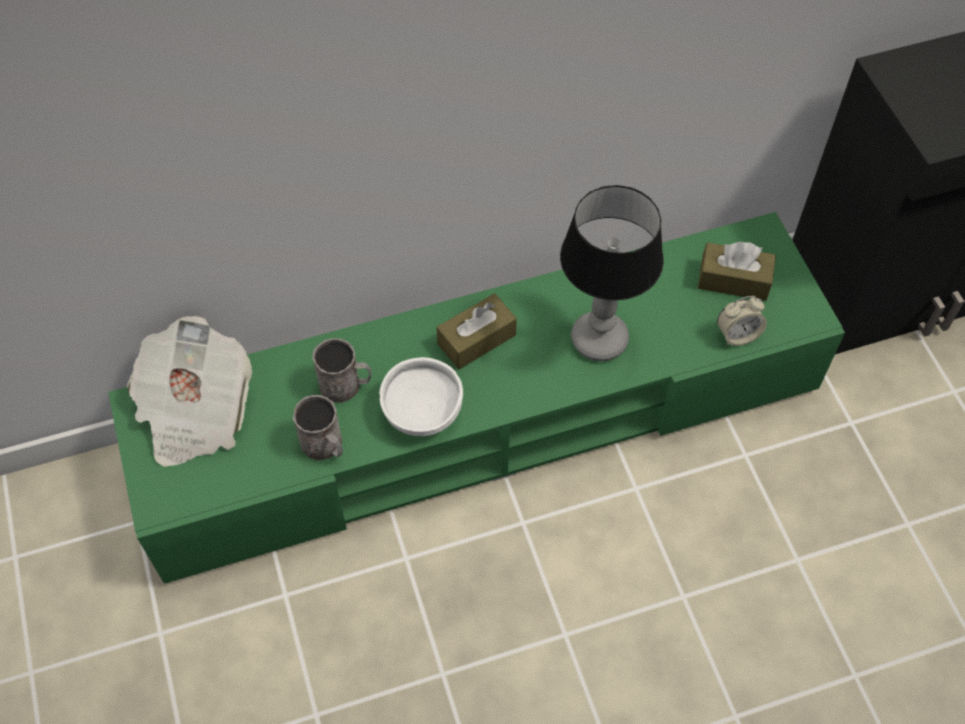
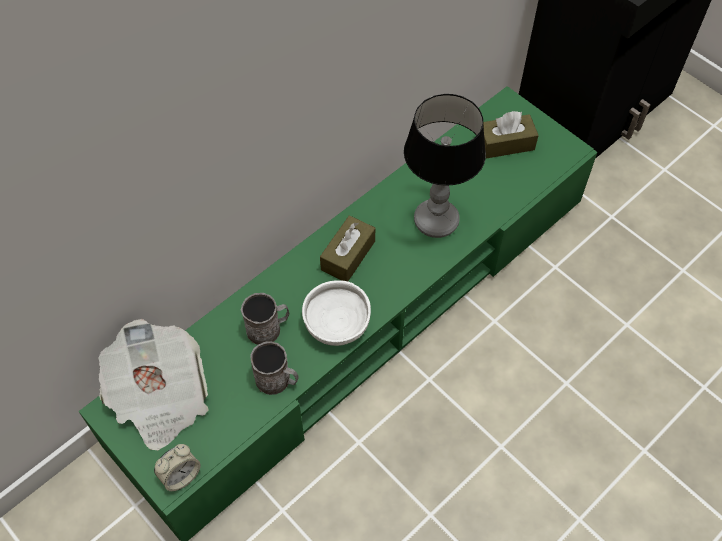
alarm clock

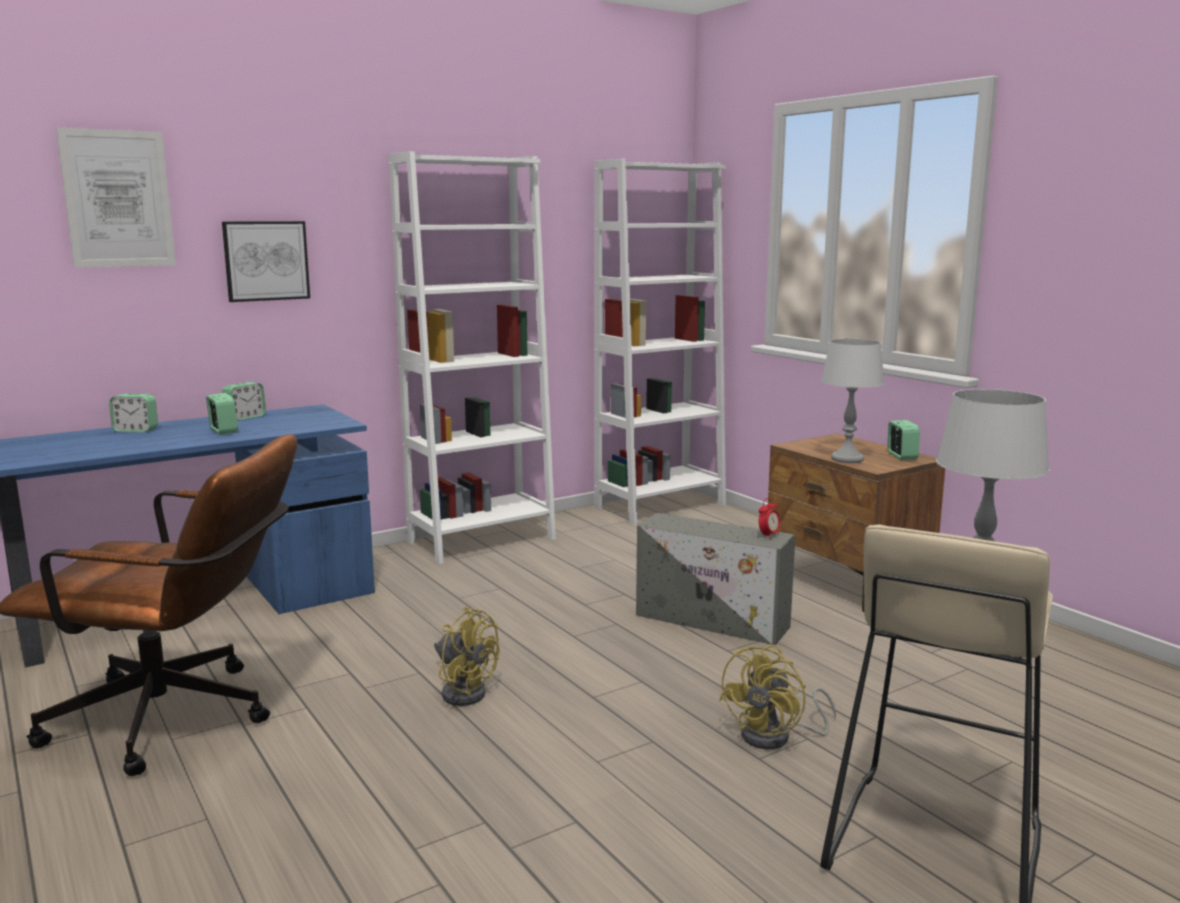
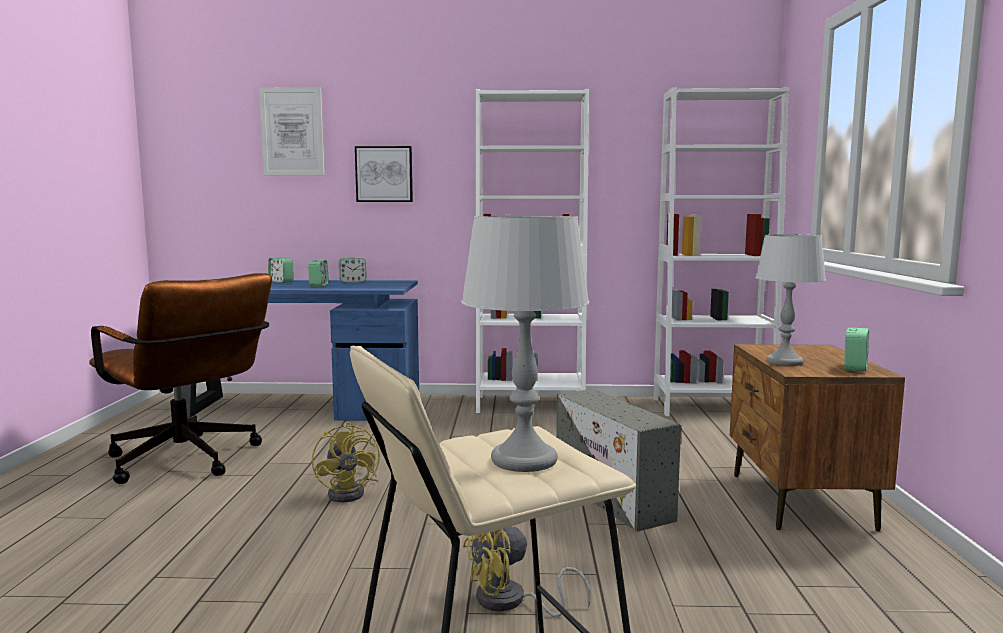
alarm clock (no. 4 from left in the first image)

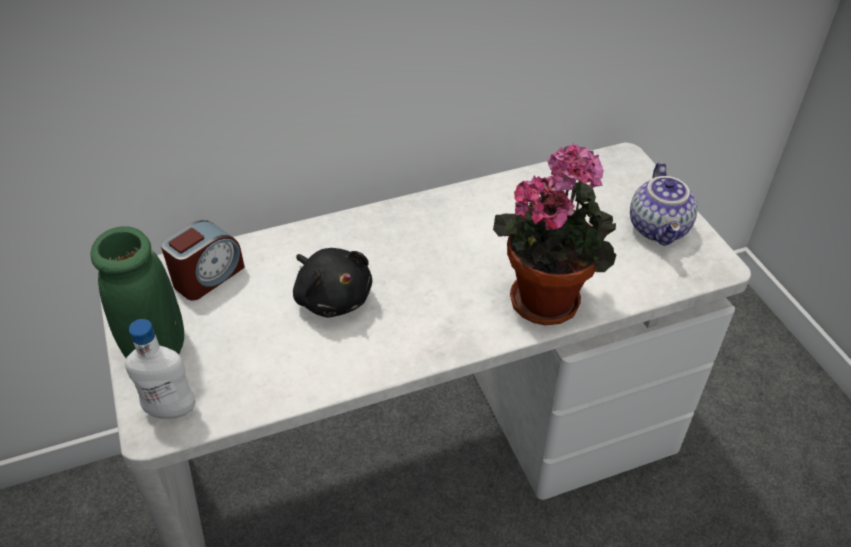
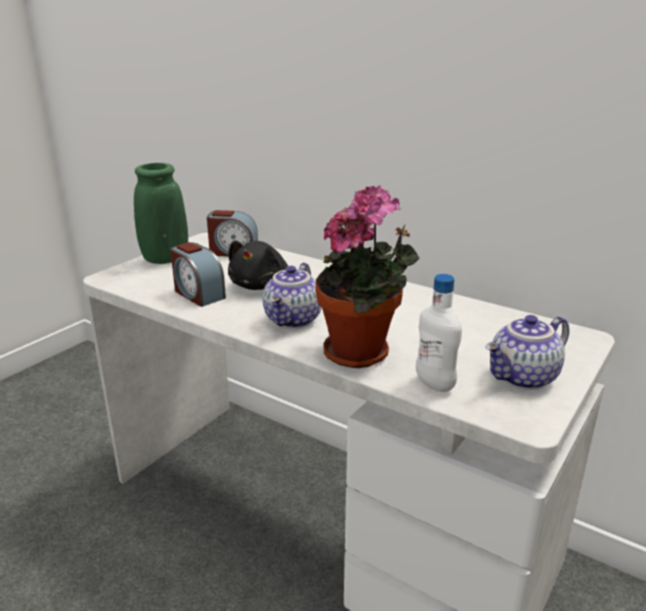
alarm clock (no. 1 from left); teapot (no. 1 from left); white bottle

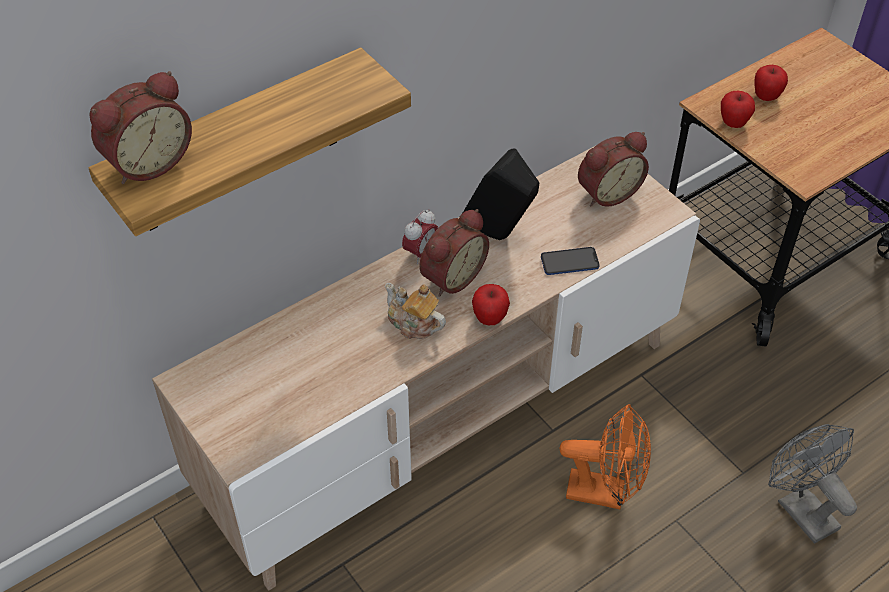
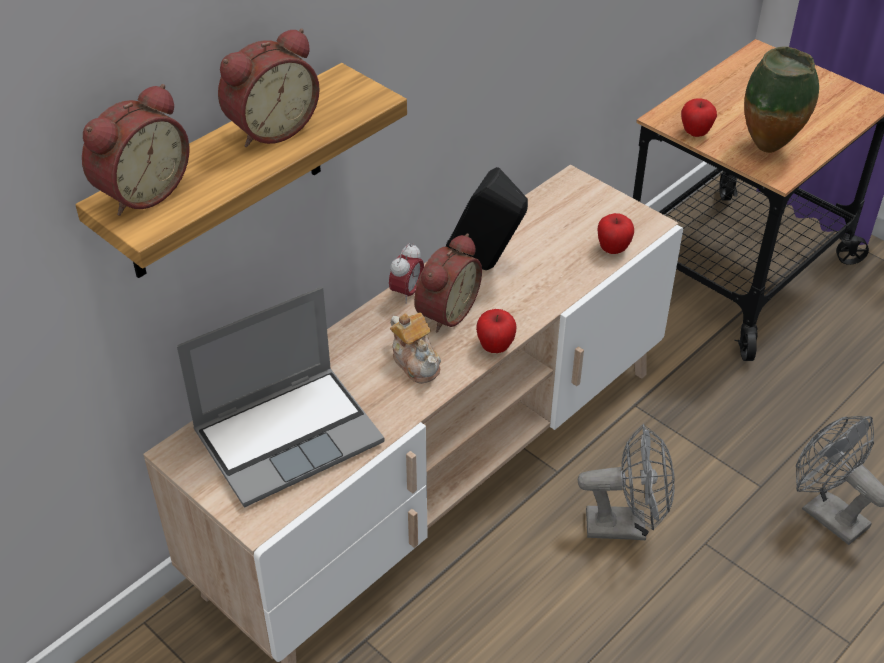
phone; laptop; vase; alarm clock (no. 2 from left); apple (no. 2 from left); grey fan (no. 1 from left); teapot

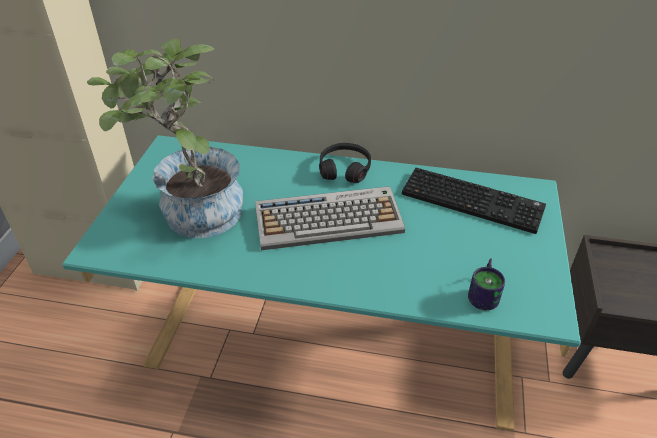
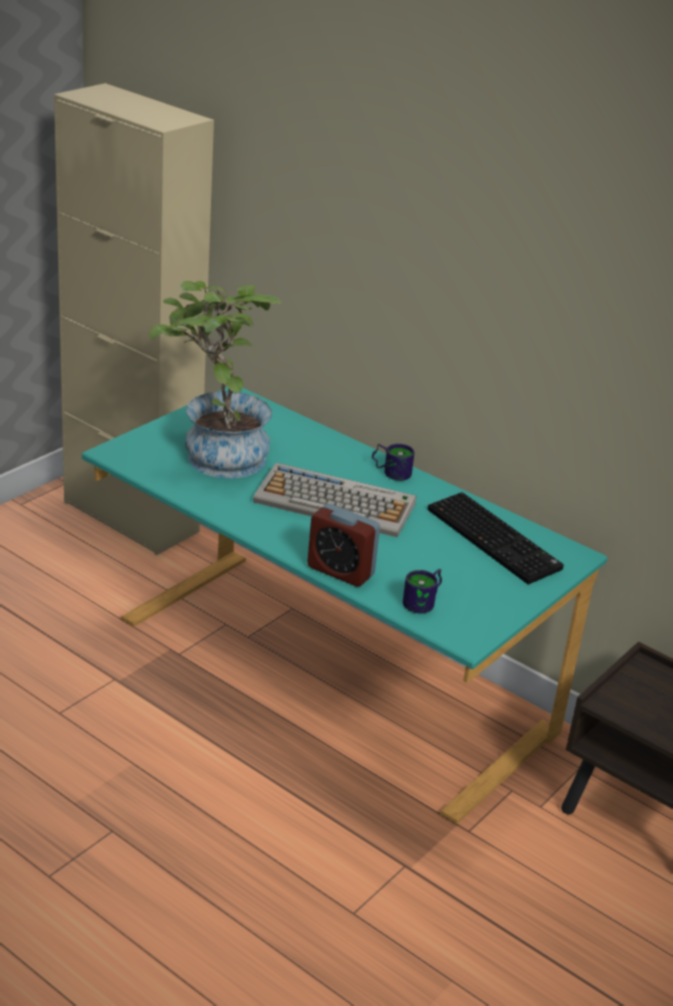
alarm clock; mug (no. 1 from left)

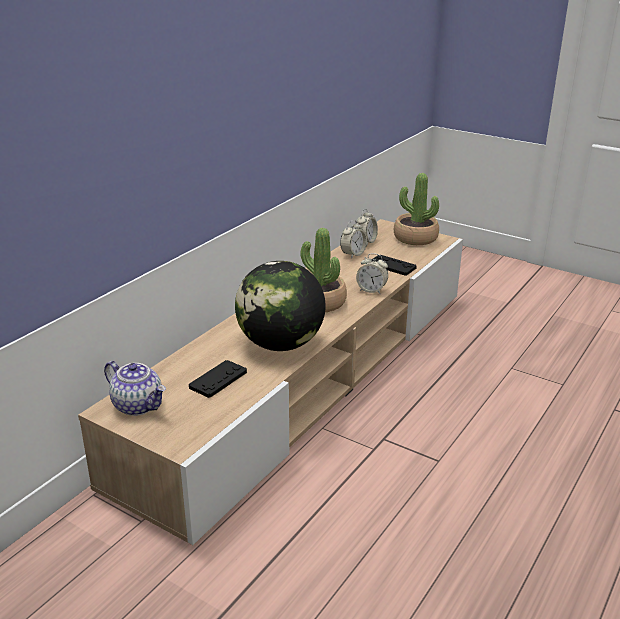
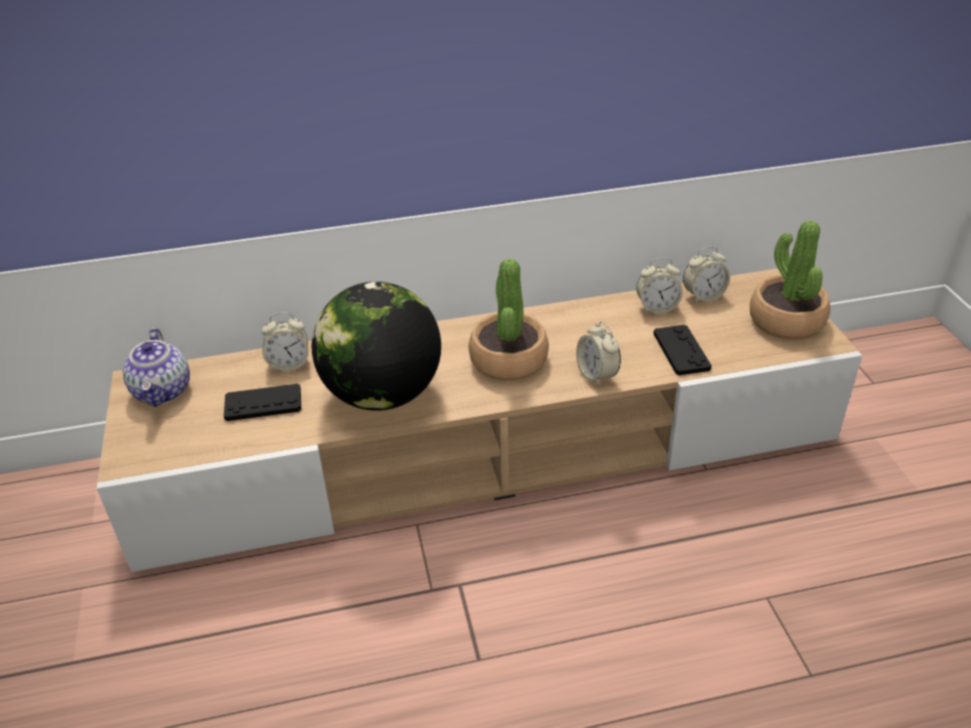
alarm clock (no. 1 from left)

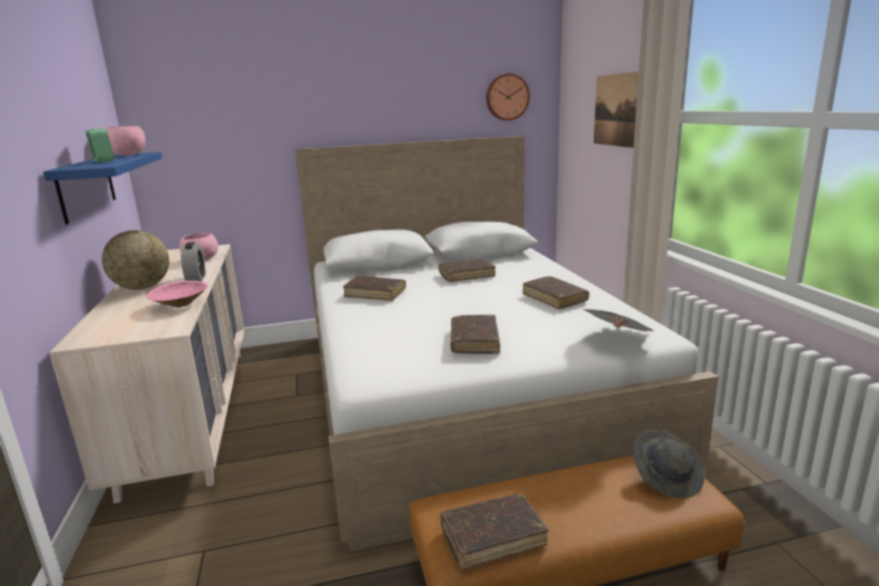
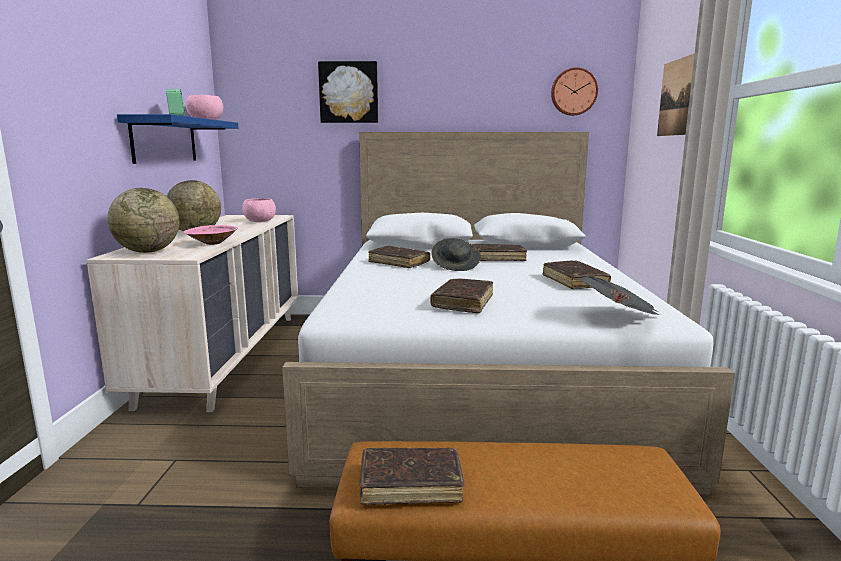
alarm clock (no. 2 from left in the first image); globe (no. 1 from left); picture (no. 1 from left); grey hat

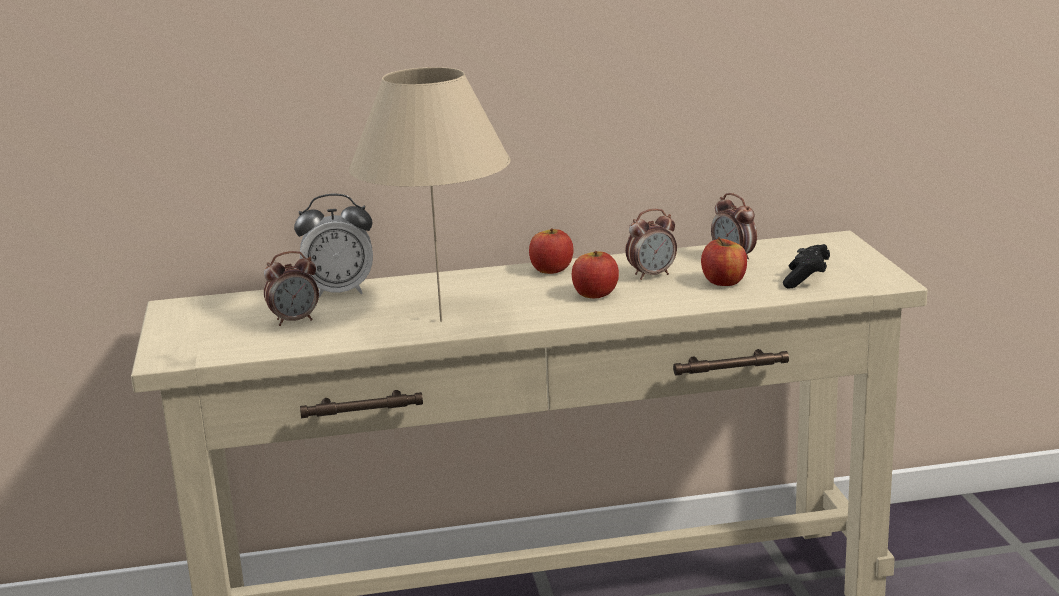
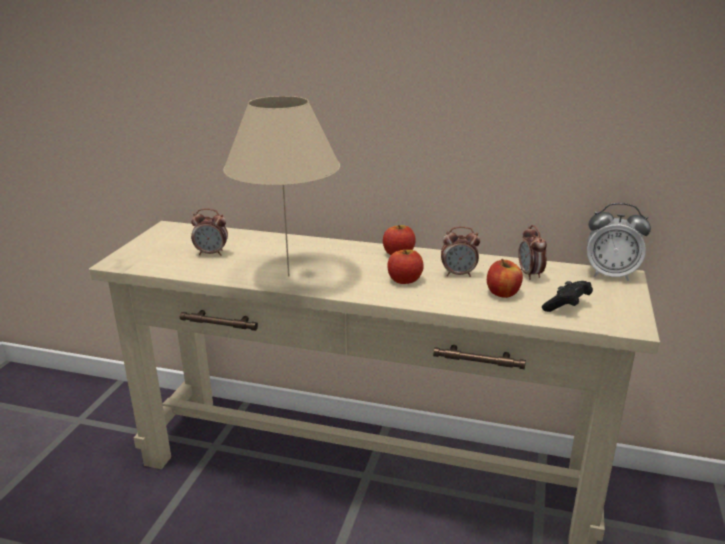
alarm clock (no. 4 from left)

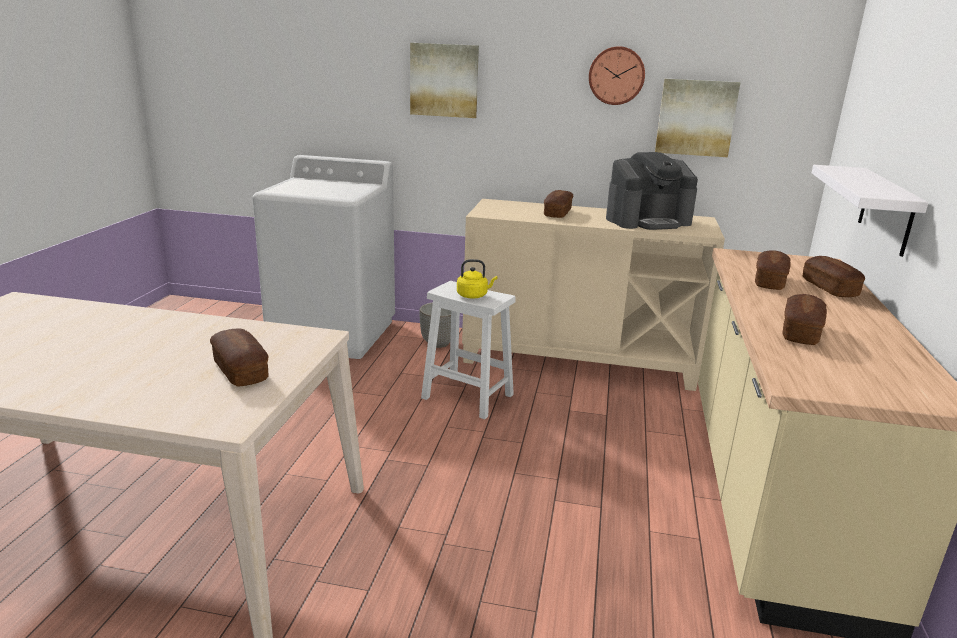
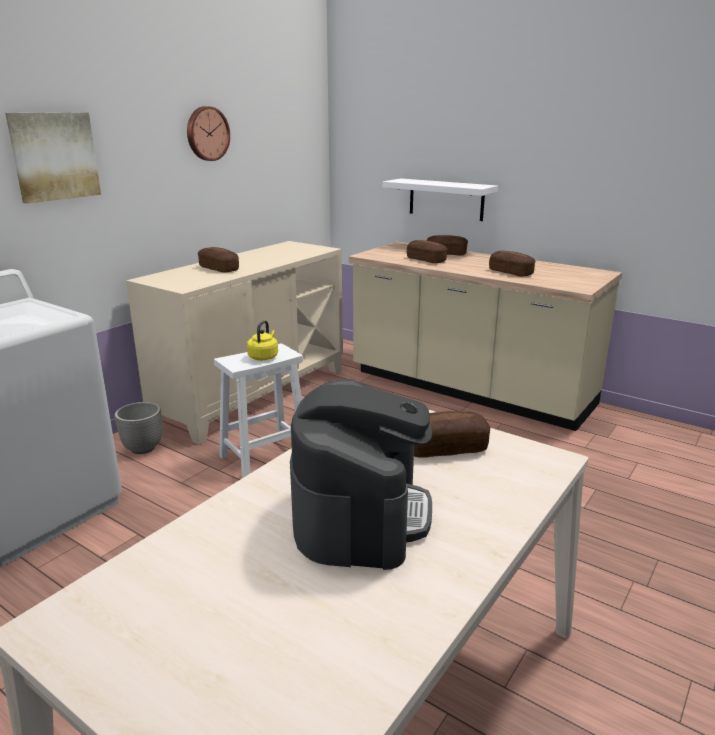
picture (no. 2 from left in the first image); coffee machine

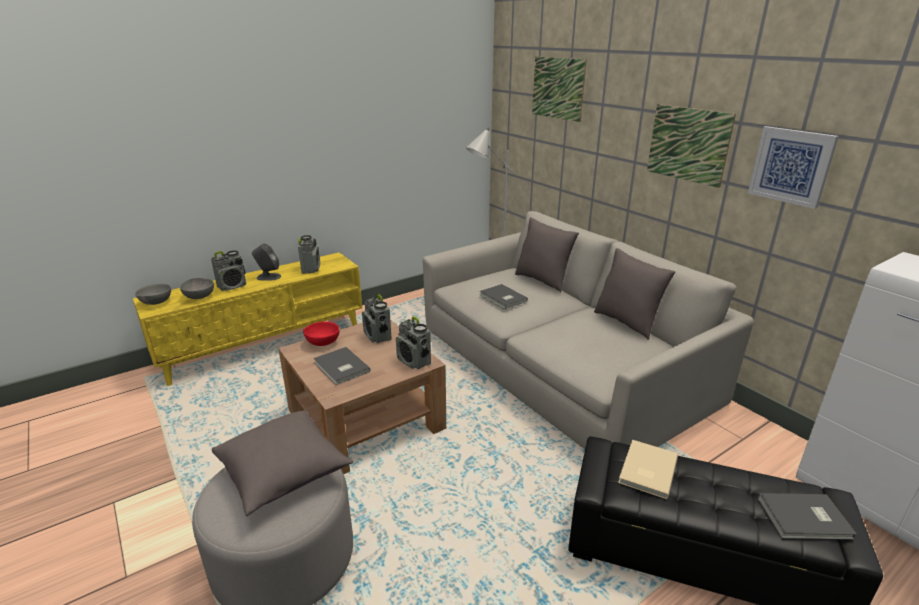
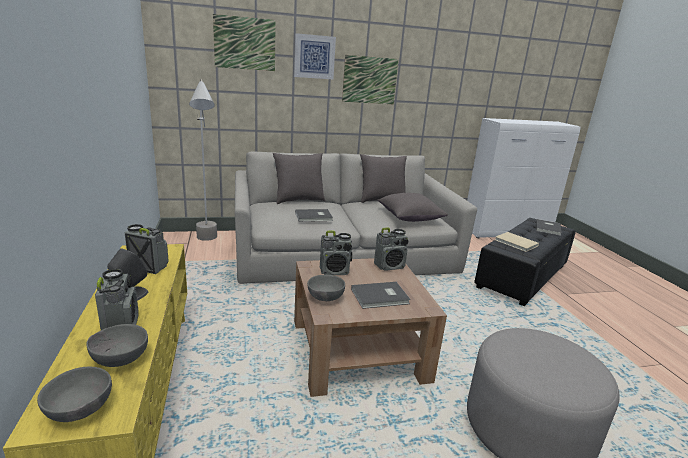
grey pillow (no. 3 from left); picture (no. 2 from left); grey bowl (no. 3 from left)

